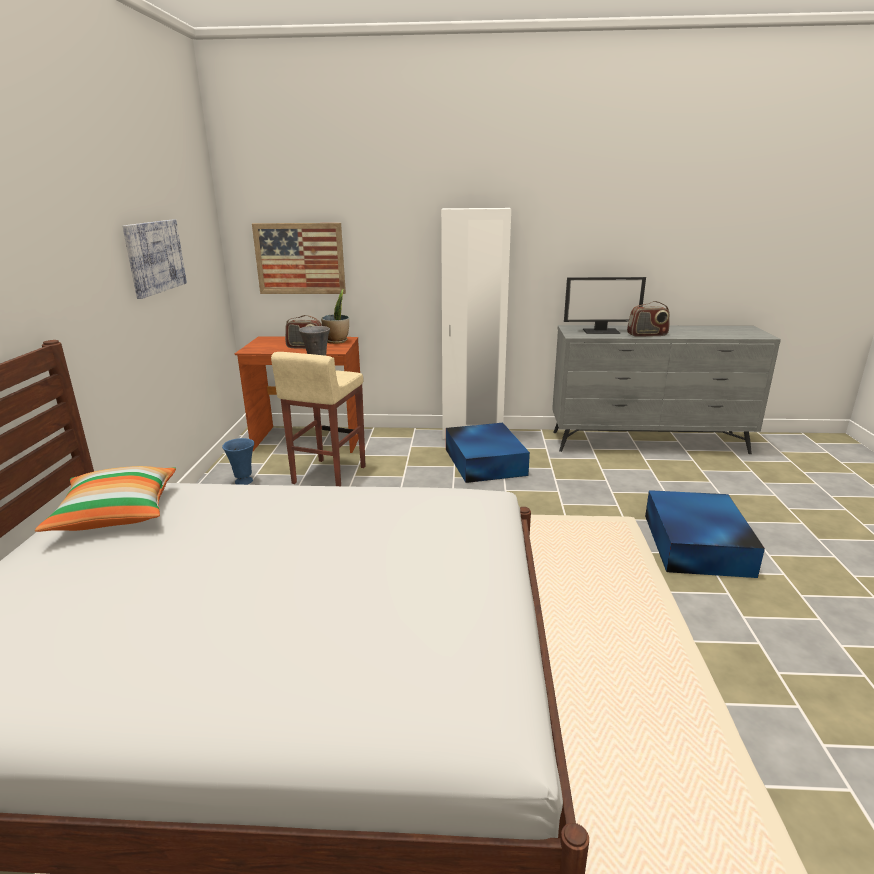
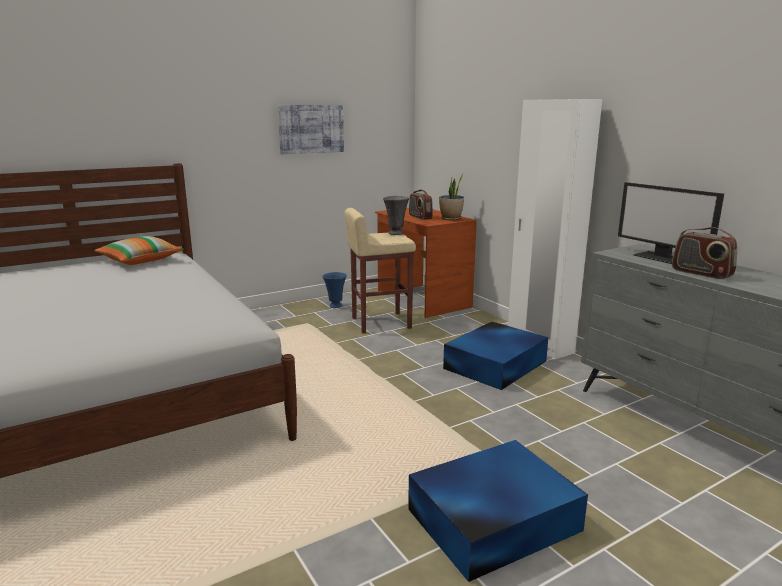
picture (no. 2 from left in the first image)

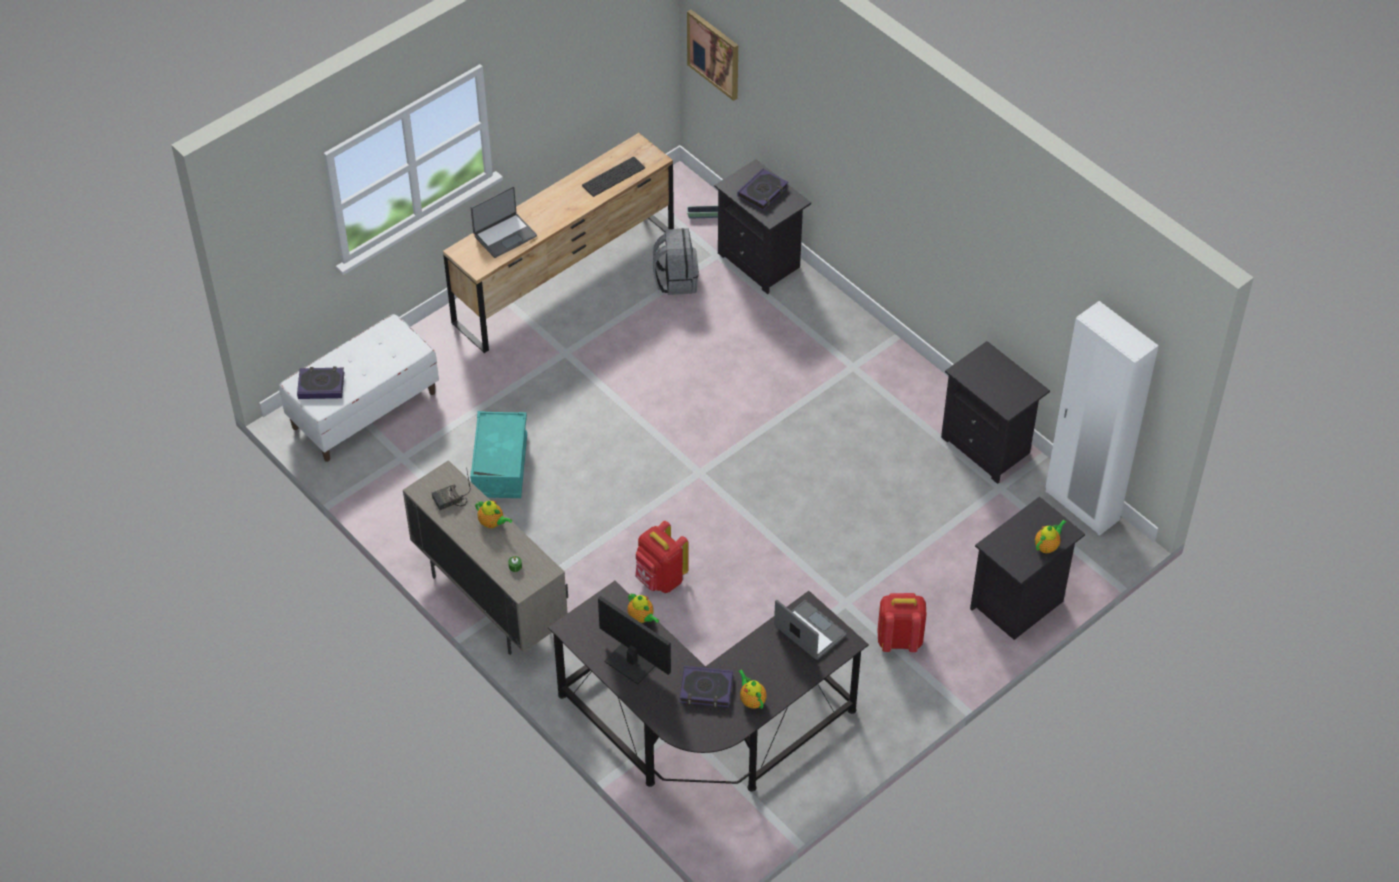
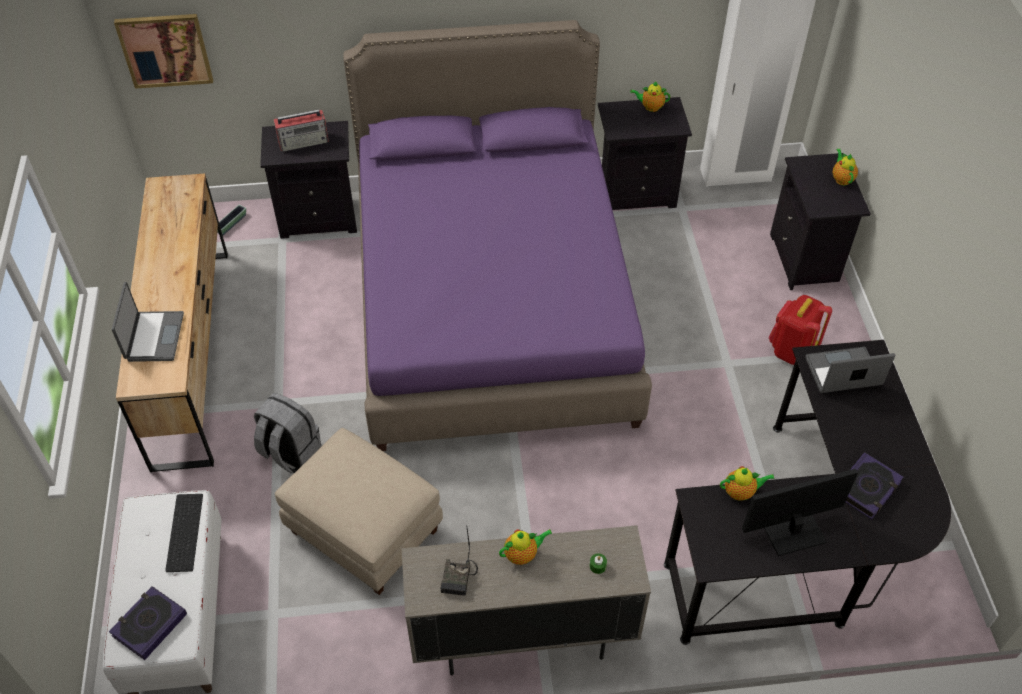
red backpack (no. 1 from left in the first image); purple bed; keyboard; grey backpack; teapot (no. 2 from left); beige ottoman; radio (no. 1 from left)

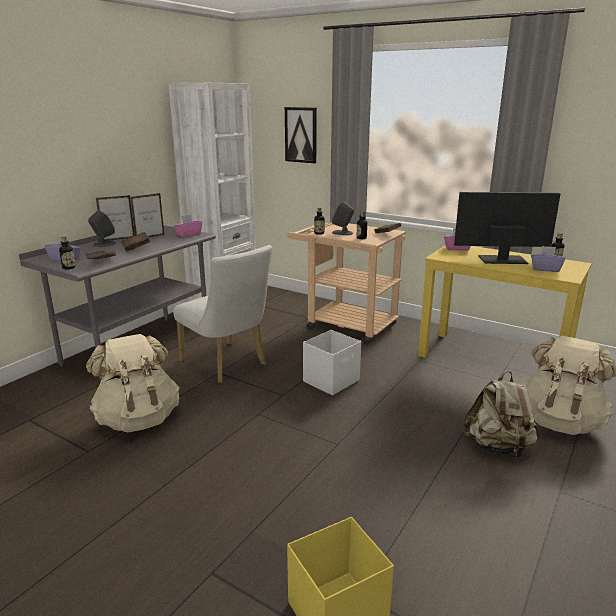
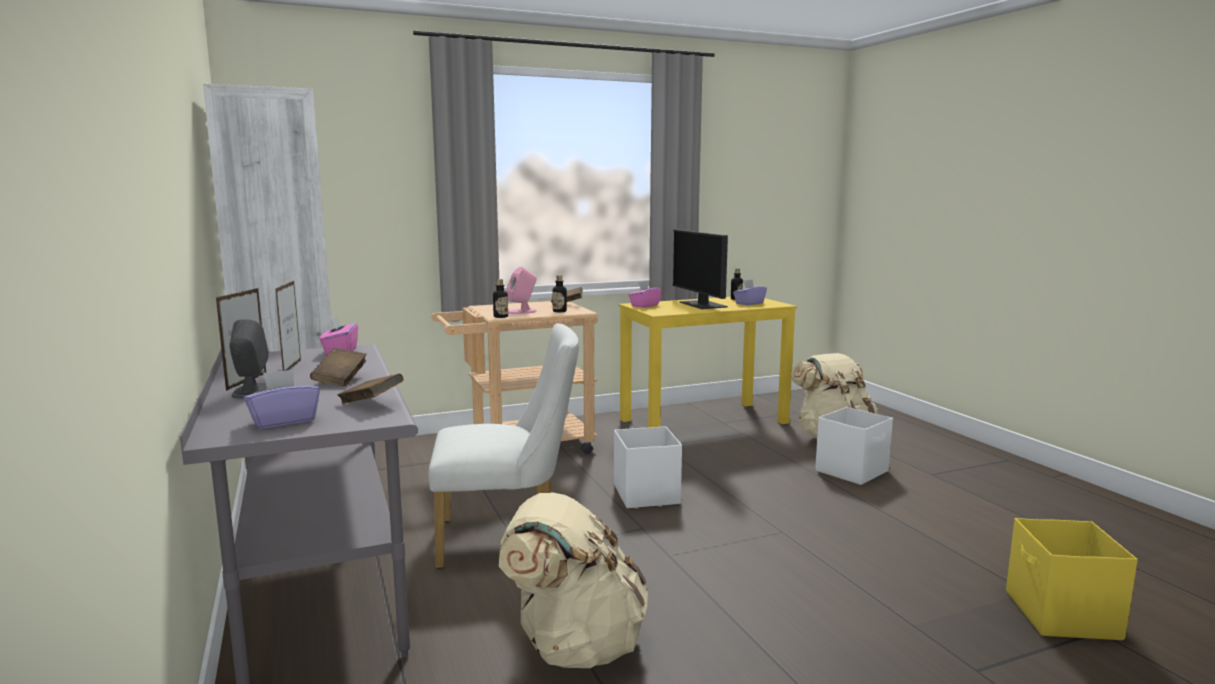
bottle (no. 1 from left in the first image); picture; white storage box (no. 2 from left); pink speaker; monitor

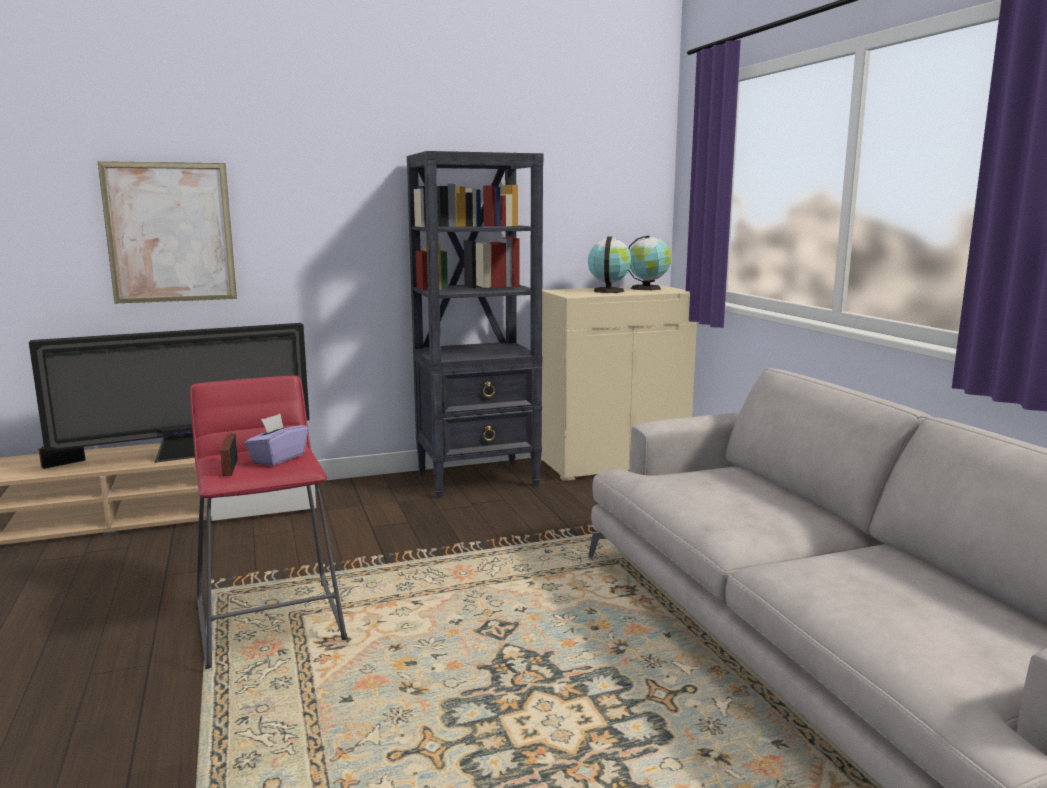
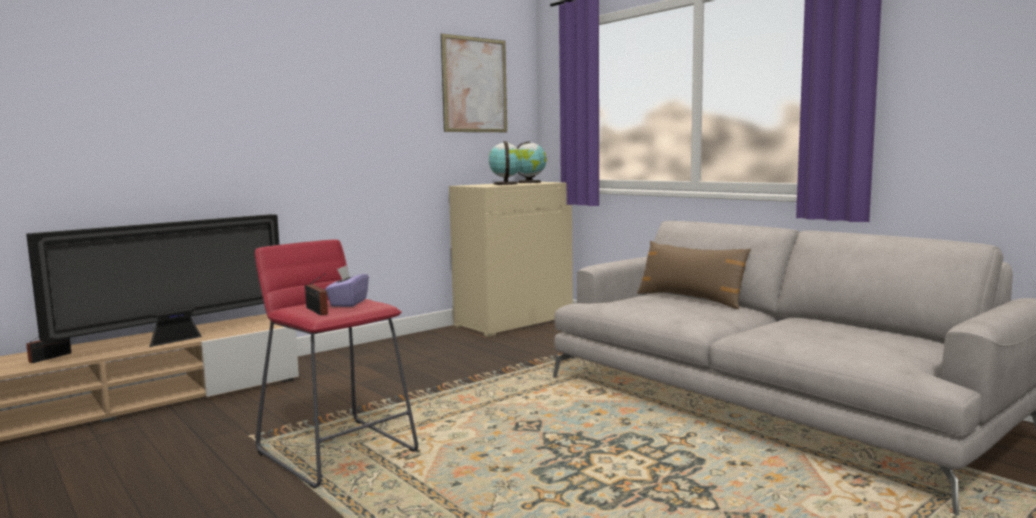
black bookcase; brown pillow; picture

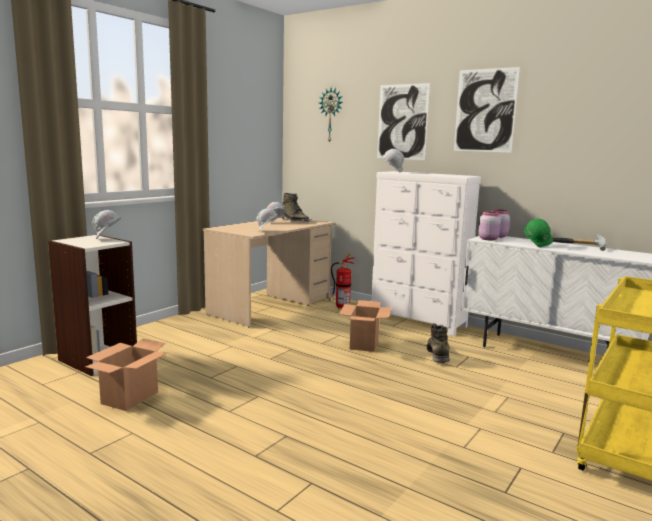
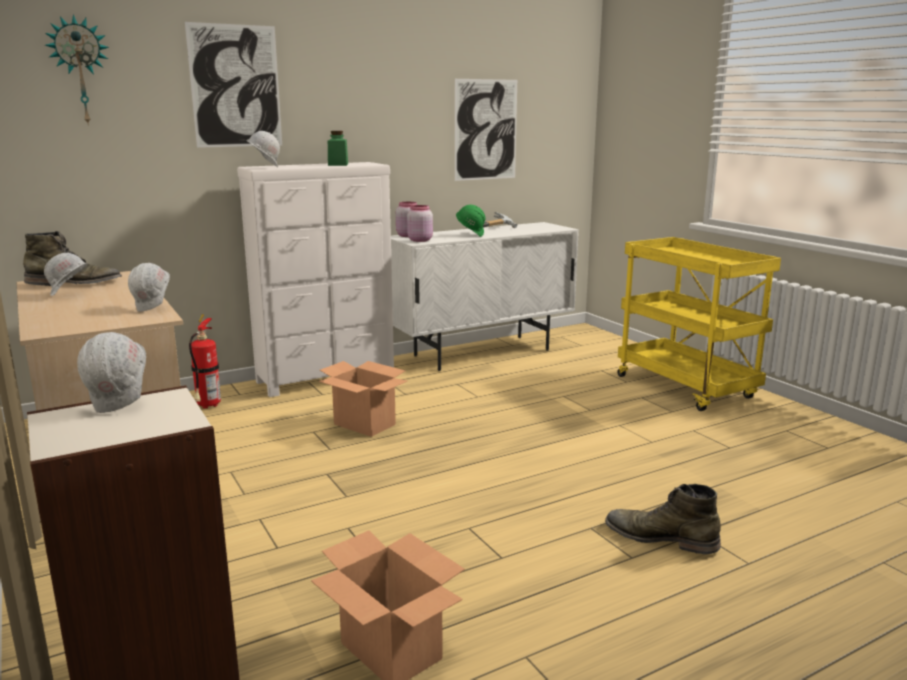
green jar; green boot (no. 2 from left); picture (no. 2 from left)

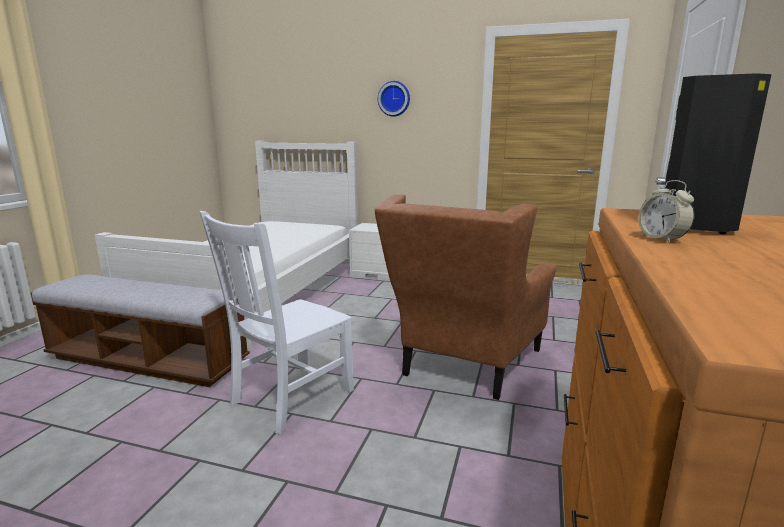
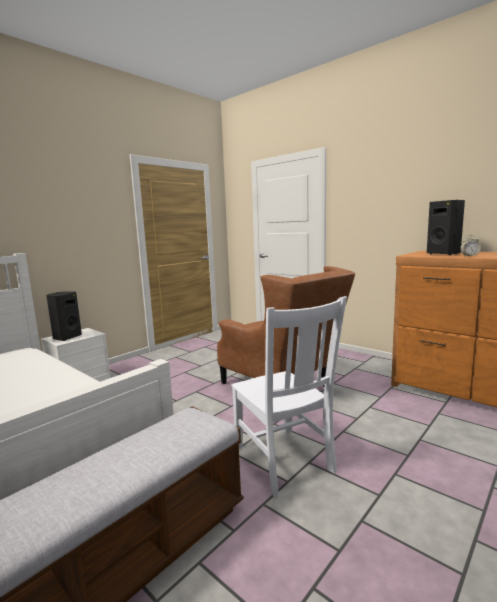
wall clock; black speaker (no. 1 from left)

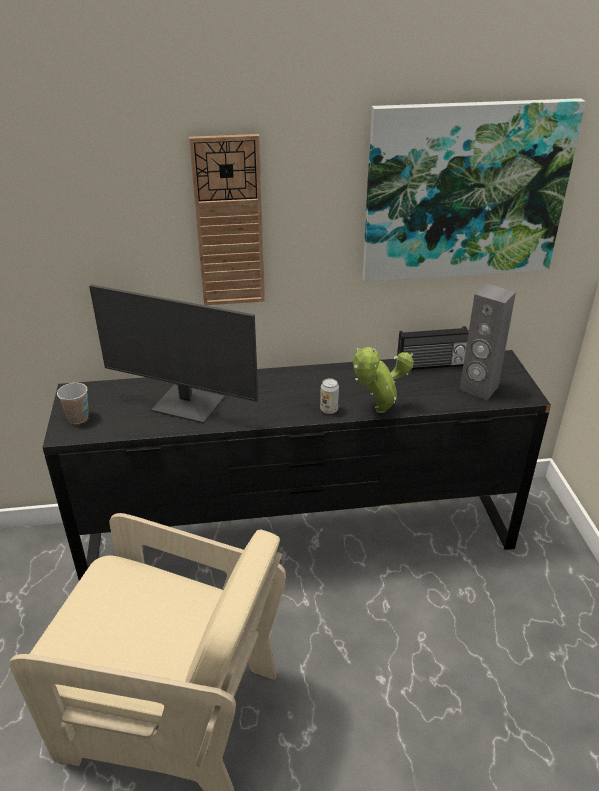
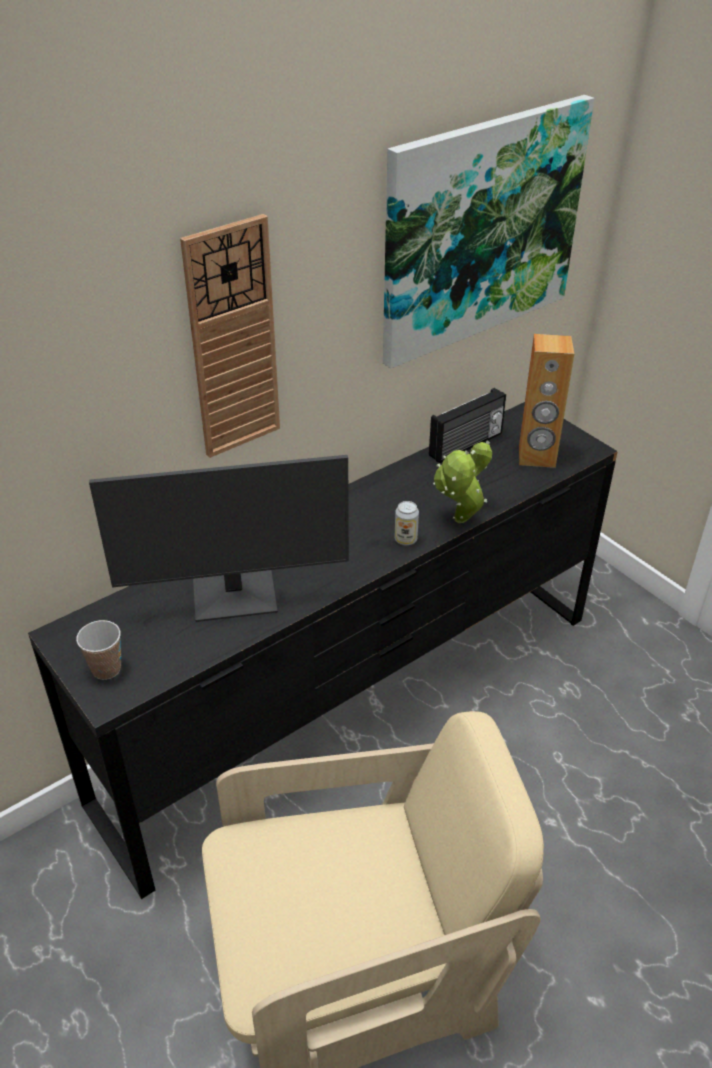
brown speaker

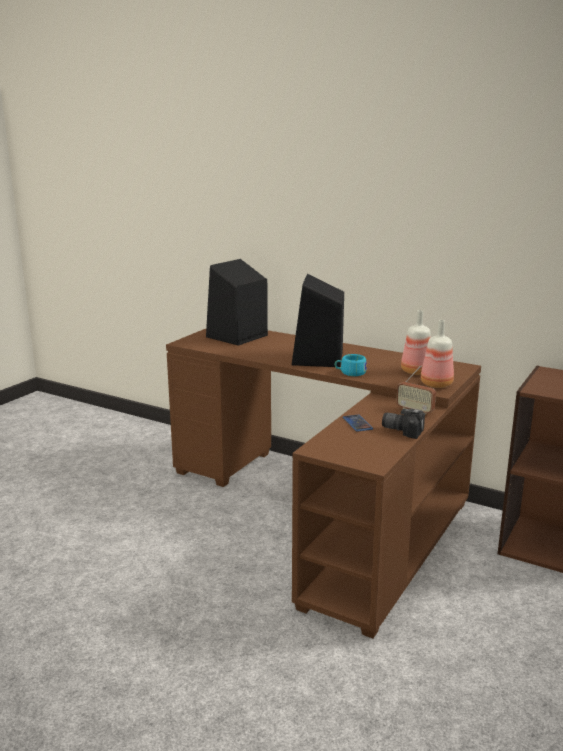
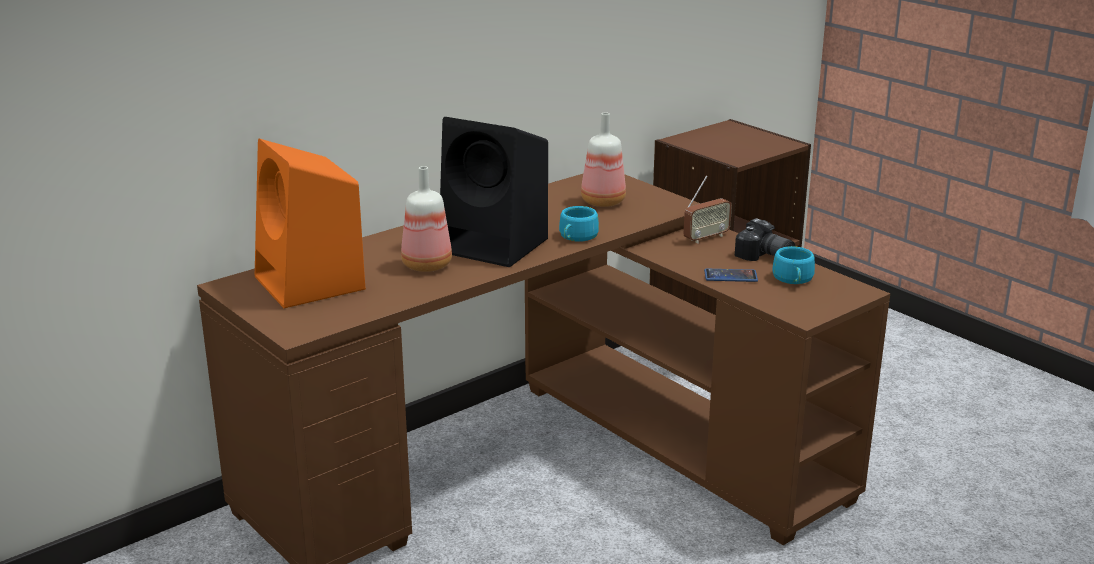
turquoise cup (no. 2 from left); bottle (no. 1 from left); orange speaker; photo camera

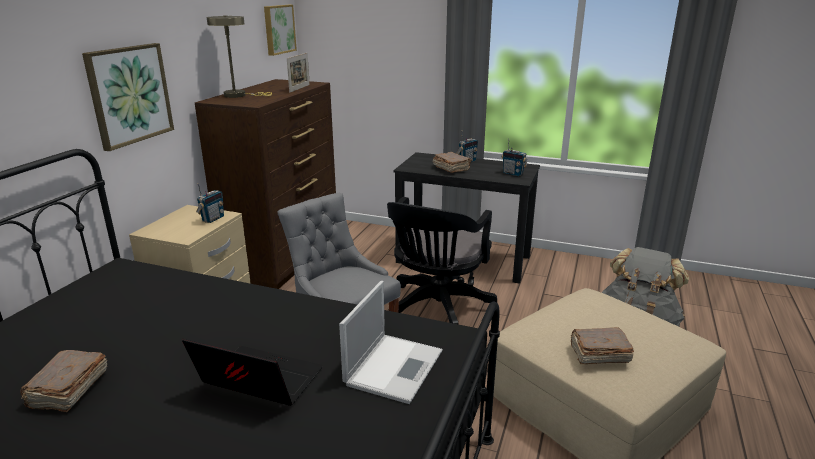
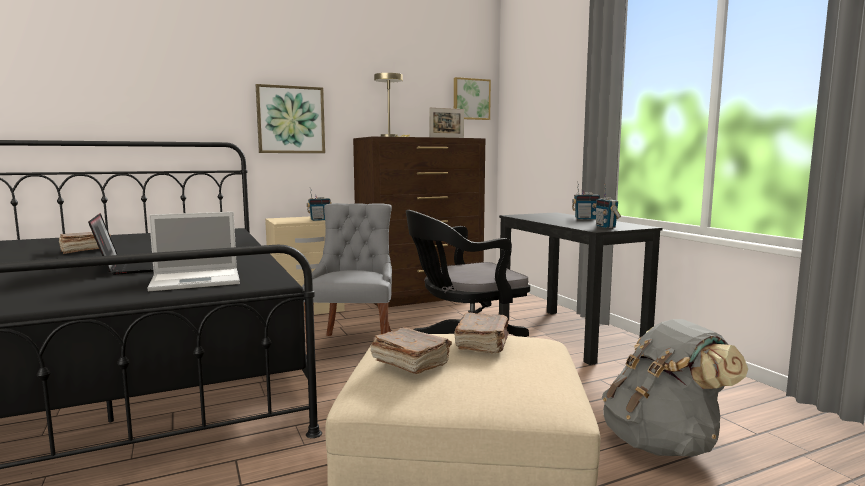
brown book (no. 3 from left)

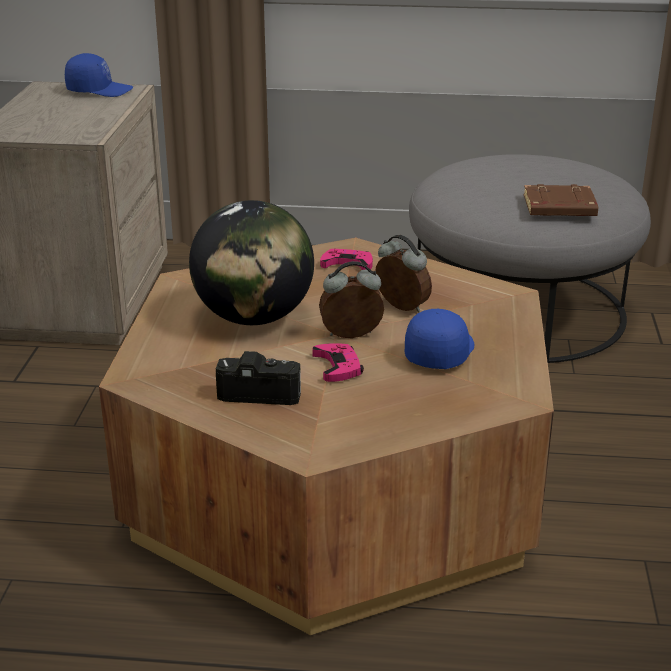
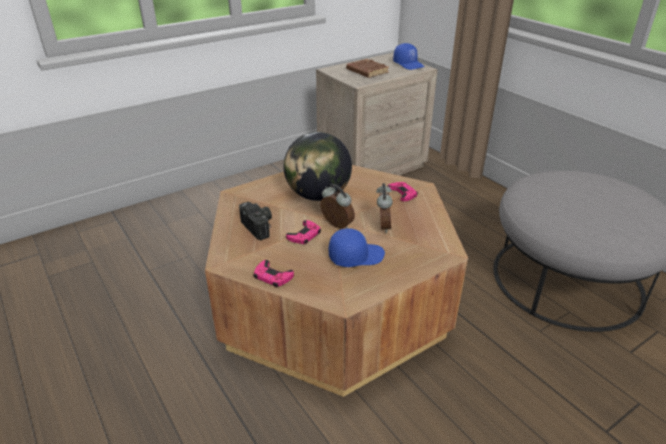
pink game controller (no. 1 from left); brown book

